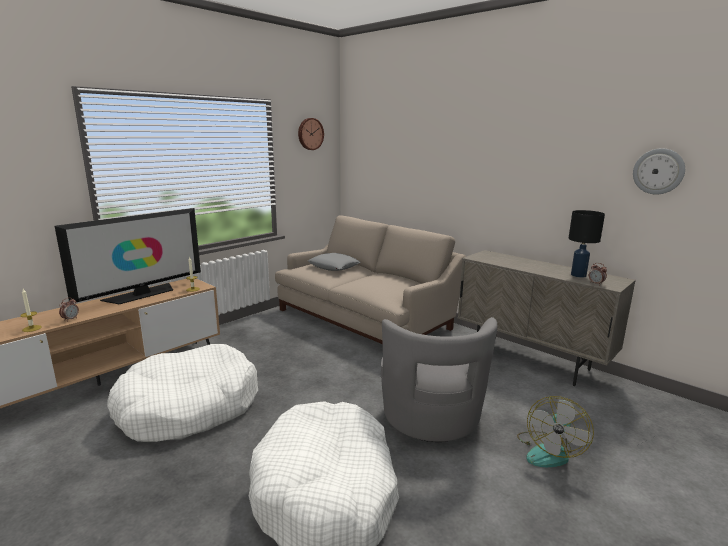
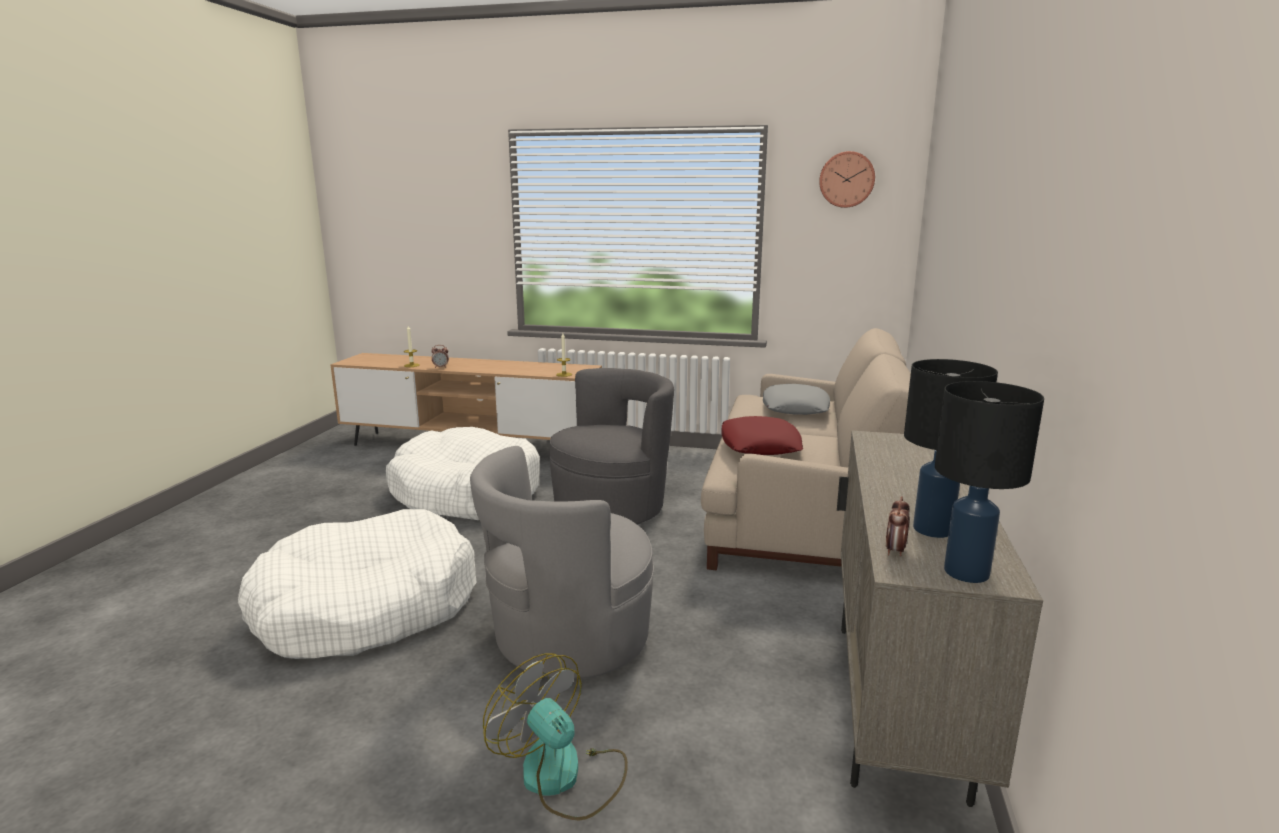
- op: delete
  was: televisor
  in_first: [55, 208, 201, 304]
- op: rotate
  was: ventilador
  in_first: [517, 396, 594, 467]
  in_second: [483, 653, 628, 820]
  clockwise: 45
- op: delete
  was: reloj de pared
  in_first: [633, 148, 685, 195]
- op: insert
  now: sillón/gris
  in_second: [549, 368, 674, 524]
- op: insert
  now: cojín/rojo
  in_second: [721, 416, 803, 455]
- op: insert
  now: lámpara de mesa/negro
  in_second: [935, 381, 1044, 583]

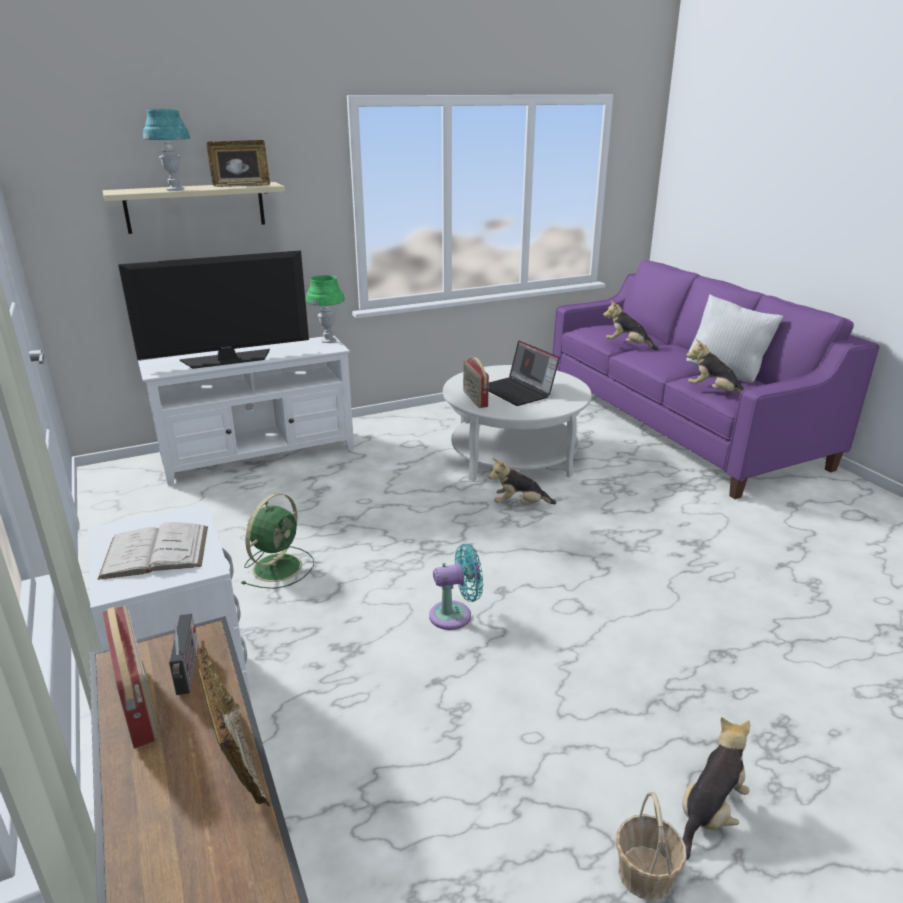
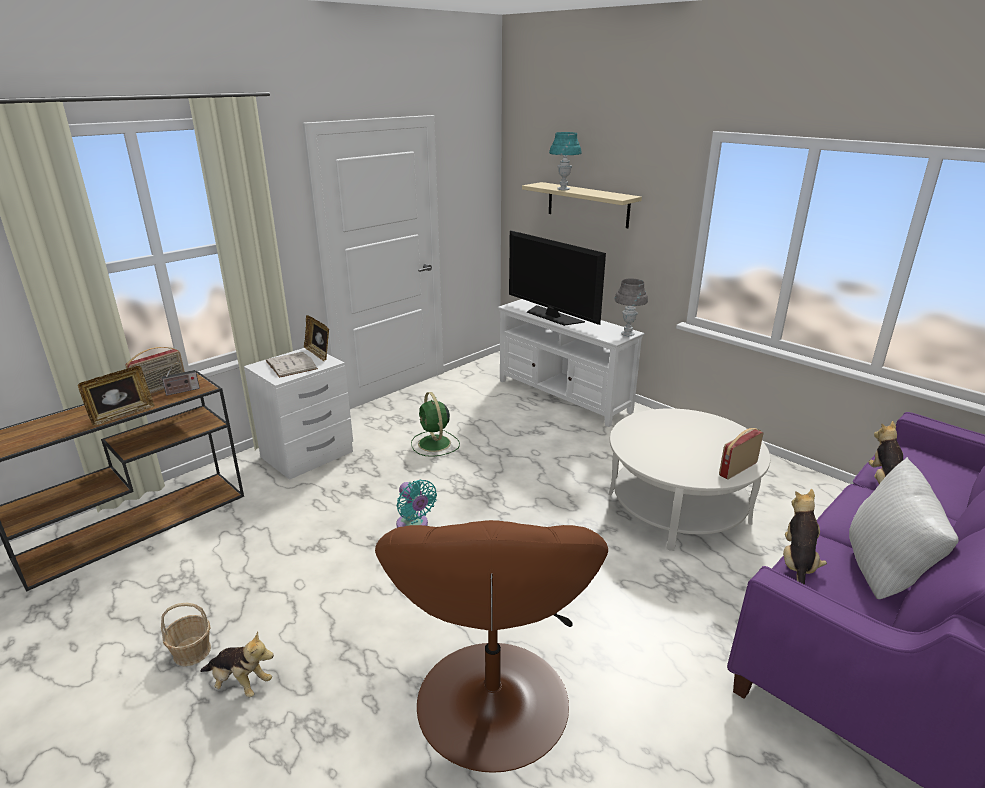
- op: move
  was: portarretratos
  in_first: [207, 140, 270, 187]
  in_second: [304, 315, 329, 361]
- op: rotate
  was: ventilador/verde
  in_first: [241, 493, 314, 589]
  in_second: [411, 392, 460, 457]
  clockwise: 60
- op: recolor
  was: lámpara de mesa/verde
  now: lámpara de mesa/gris
  in_first: [306, 275, 345, 343]
  in_second: [614, 279, 648, 336]
- op: move
  was: radio
  in_first: [463, 357, 489, 408]
  in_second: [719, 428, 763, 480]
- op: delete
  was: peluche
  in_first: [488, 458, 556, 504]
- op: delete
  was: portátil
  in_first: [489, 340, 560, 406]
- op: insert
  now: sillón/marrón
  in_second: [375, 520, 608, 773]

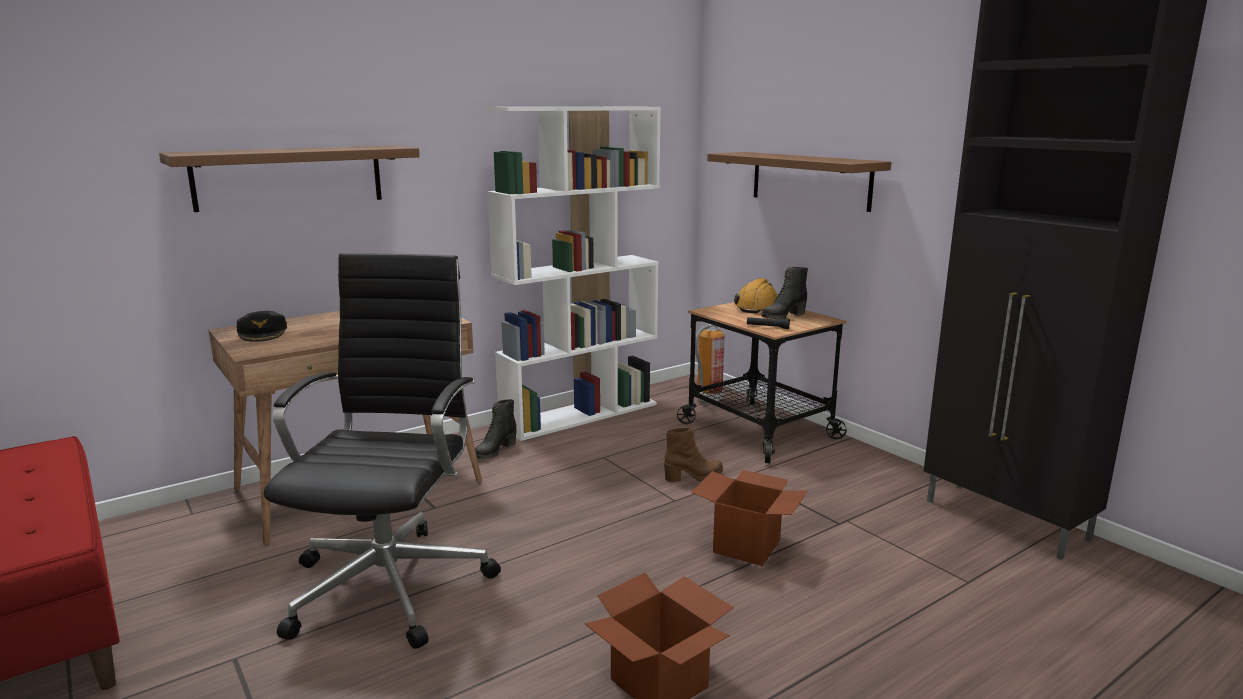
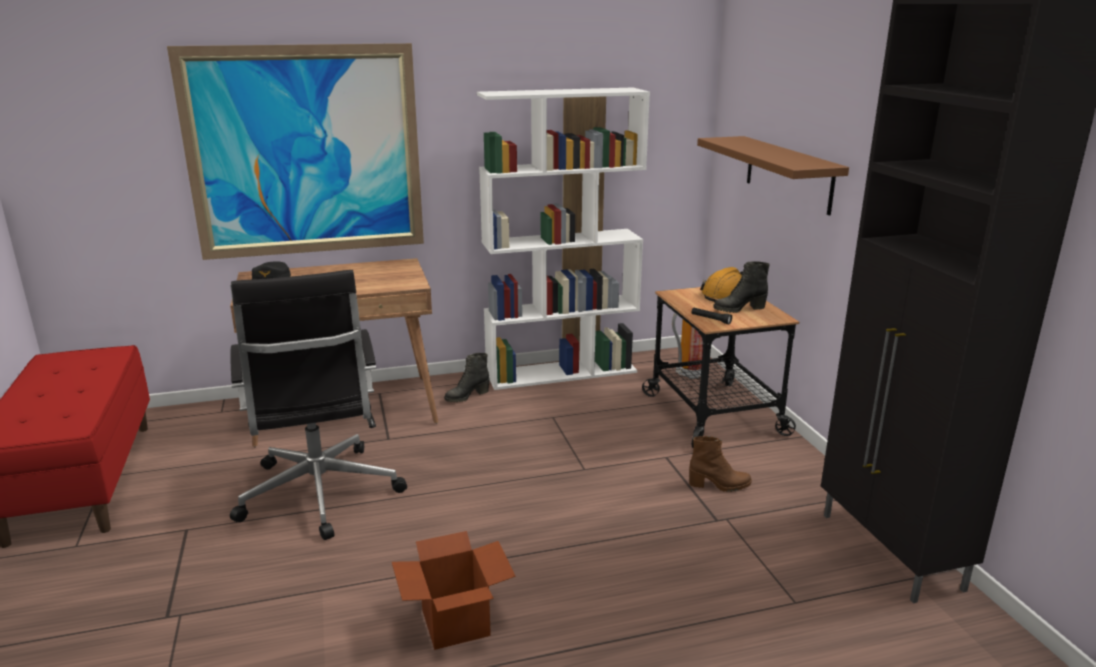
- op: replace
  was: estante/marrón
  now: cuadro
  in_first: [159, 146, 420, 212]
  in_second: [167, 43, 424, 260]
- op: rotate
  was: silla de oficina/negro
  in_first: [264, 253, 501, 649]
  in_second: [230, 270, 407, 540]
  clockwise: 135
- op: move
  was: bota/marrón
  in_first: [664, 427, 723, 482]
  in_second: [689, 436, 752, 492]
- op: delete
  was: caja de cartón
  in_first: [691, 470, 808, 566]

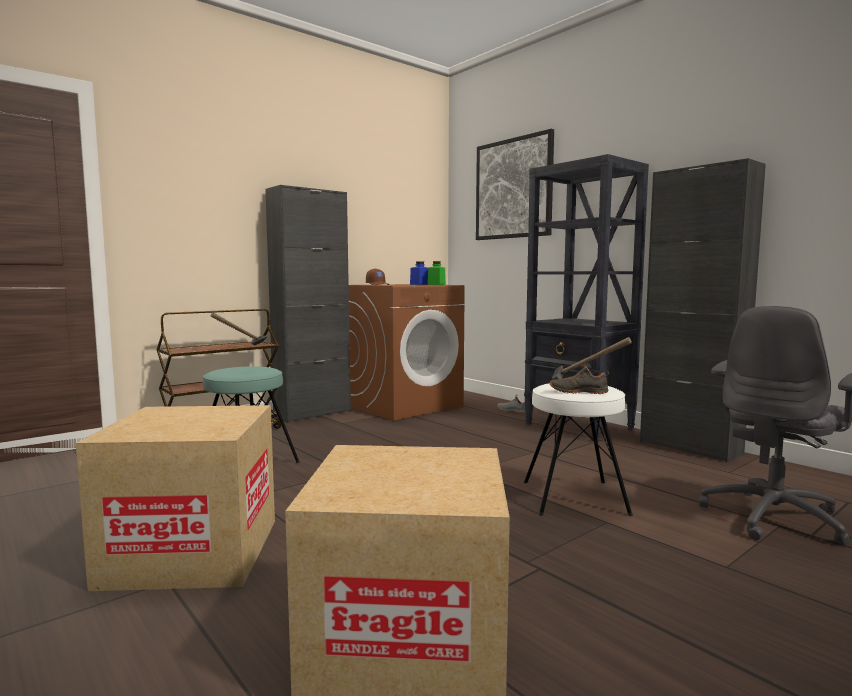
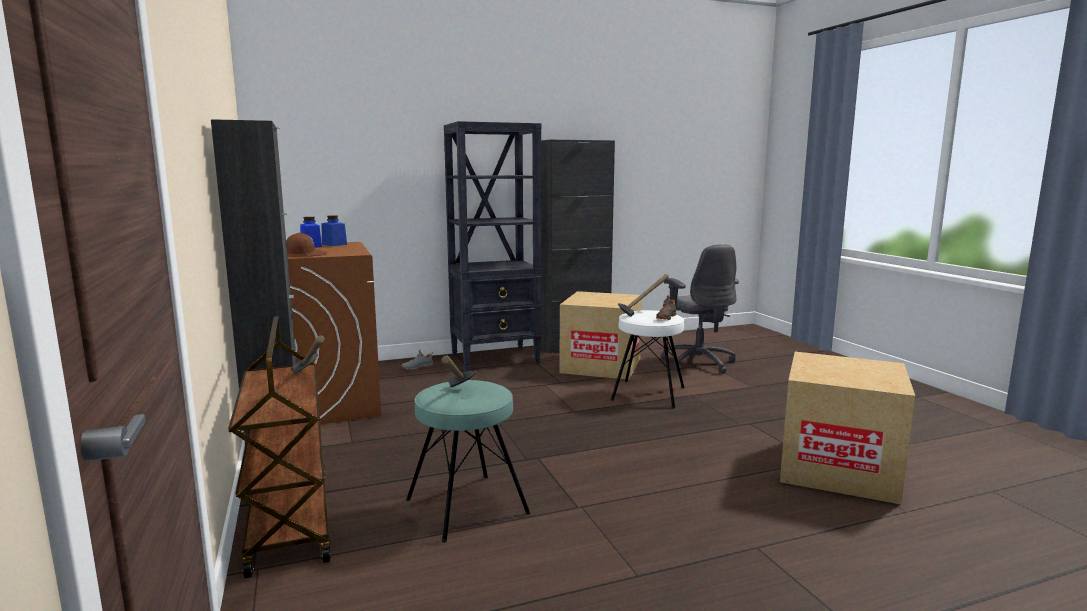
- op: move
  was: caja de cartón
  in_first: [76, 405, 275, 591]
  in_second: [559, 291, 642, 380]
- op: recolor
  was: tarro/verde
  now: tarro/azul
  in_first: [428, 261, 446, 285]
  in_second: [321, 215, 347, 246]
- op: delete
  was: cuadro
  in_first: [476, 129, 554, 240]
- op: insert
  now: martillo
  in_second: [441, 356, 477, 387]

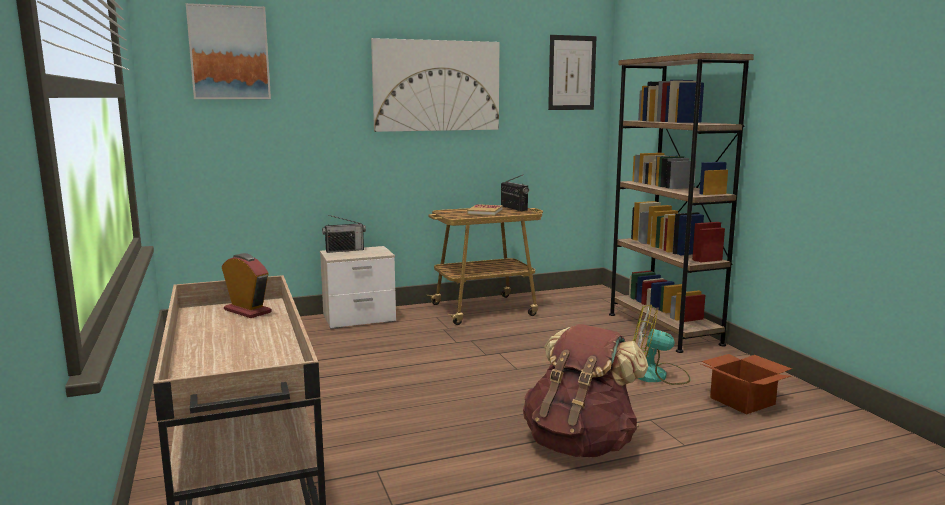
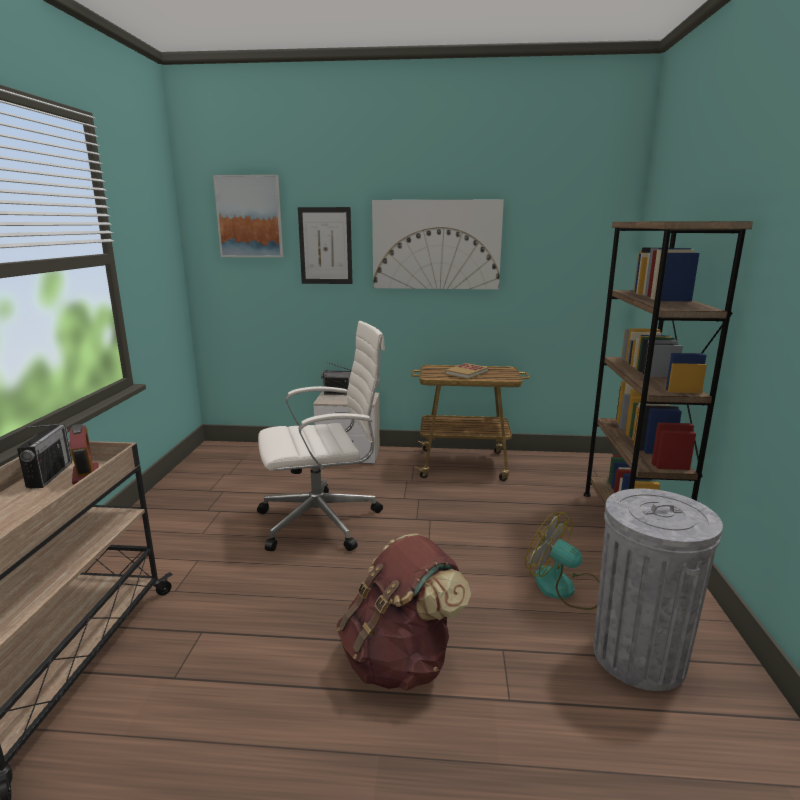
- op: move
  was: radio
  in_first: [501, 175, 529, 211]
  in_second: [17, 424, 72, 488]
- op: move
  was: cuadro
  in_first: [548, 35, 597, 110]
  in_second: [298, 207, 352, 284]
- op: replace
  was: caja de cartón
  now: papelera/gris
  in_first: [701, 354, 792, 415]
  in_second: [593, 488, 723, 691]
- op: insert
  now: silla de oficina/blanco
  in_second: [257, 321, 385, 551]

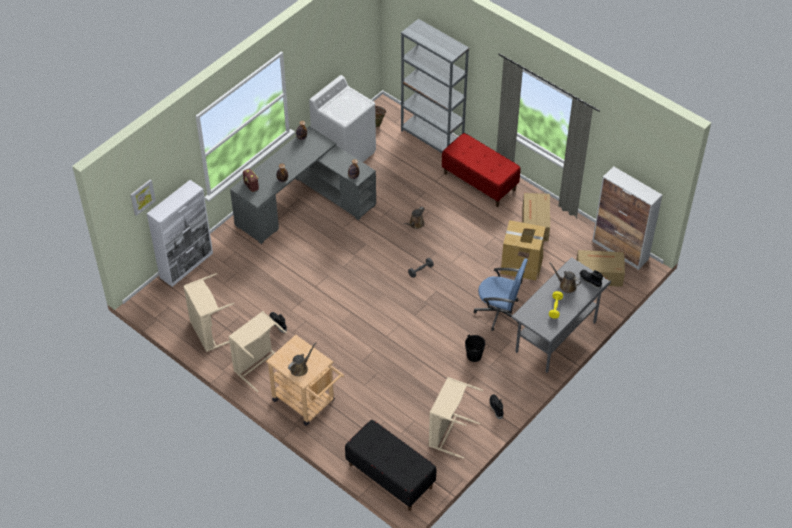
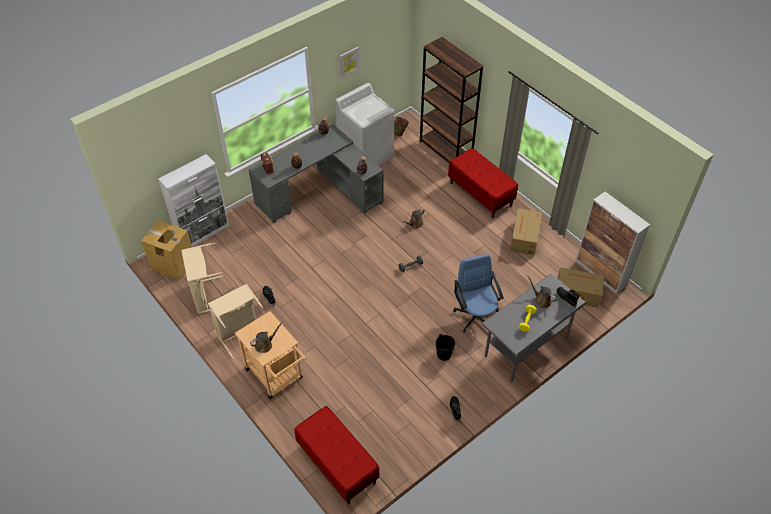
- op: move
  was: cuadro
  in_first: [130, 179, 156, 216]
  in_second: [340, 47, 359, 78]
- op: recolor
  was: banco/negro
  now: banco/rojo
  in_first: [345, 420, 437, 511]
  in_second: [294, 406, 379, 504]
- op: recolor
  was: estantería/gris
  now: estantería/marrón
  in_first: [401, 19, 469, 153]
  in_second: [420, 37, 484, 163]
- op: delete
  was: cesto de la ropa/beis
  in_first: [429, 377, 483, 459]
- op: rotate
  was: silla de oficina/azul
  in_first: [474, 258, 528, 331]
  in_second: [453, 254, 504, 333]
  clockwise: -135
- op: move
  was: caja de cartón
  in_first: [500, 220, 545, 280]
  in_second: [141, 220, 192, 280]

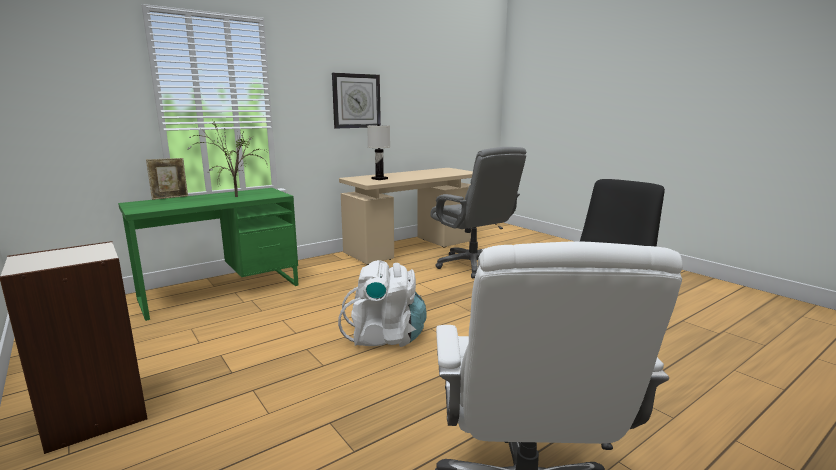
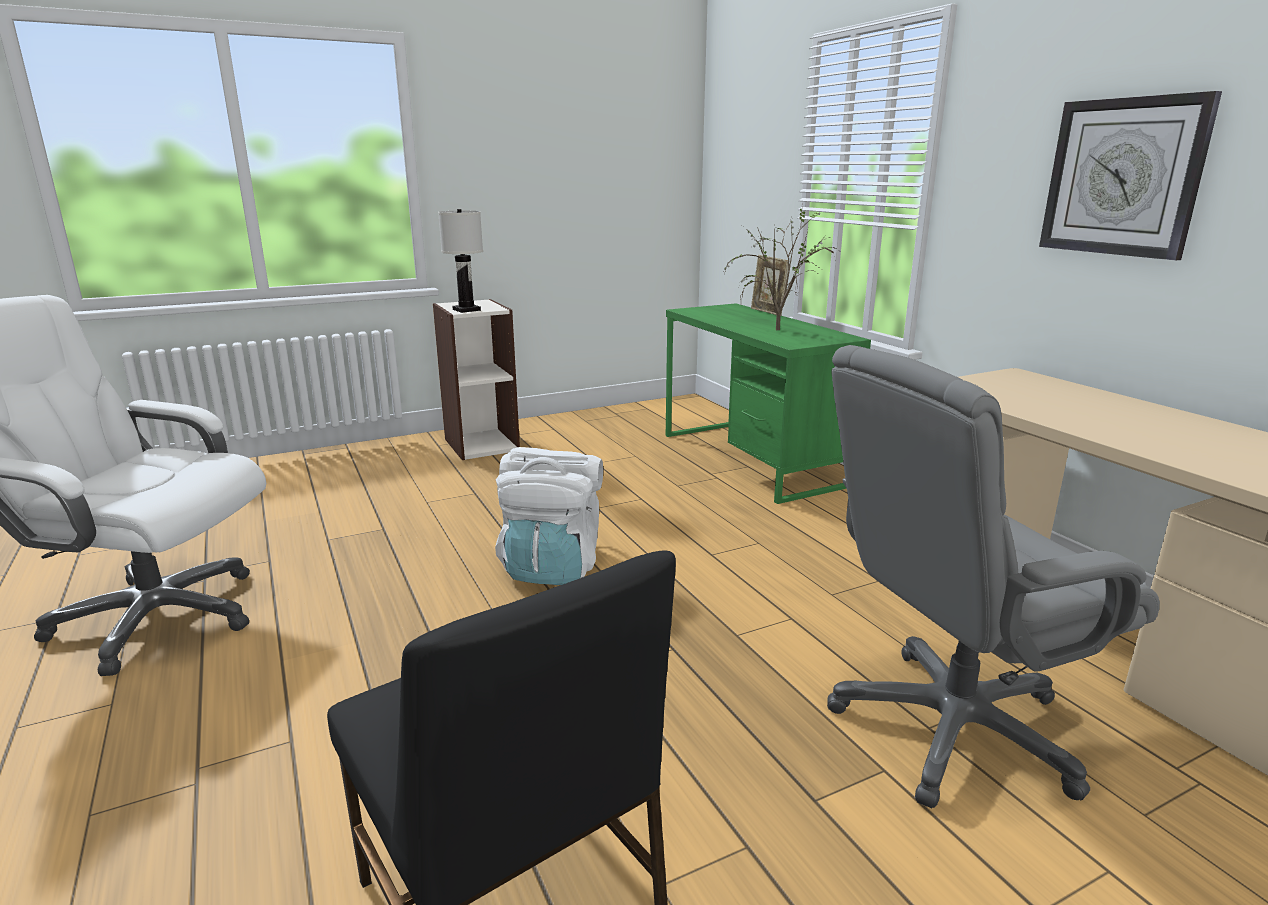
- op: move
  was: lámpara de mesa/blanco
  in_first: [367, 124, 390, 180]
  in_second: [438, 209, 483, 313]

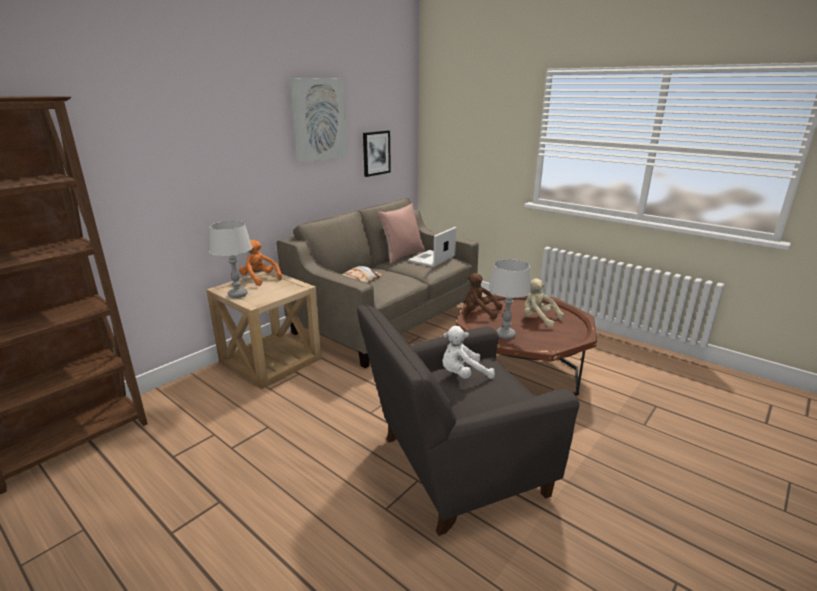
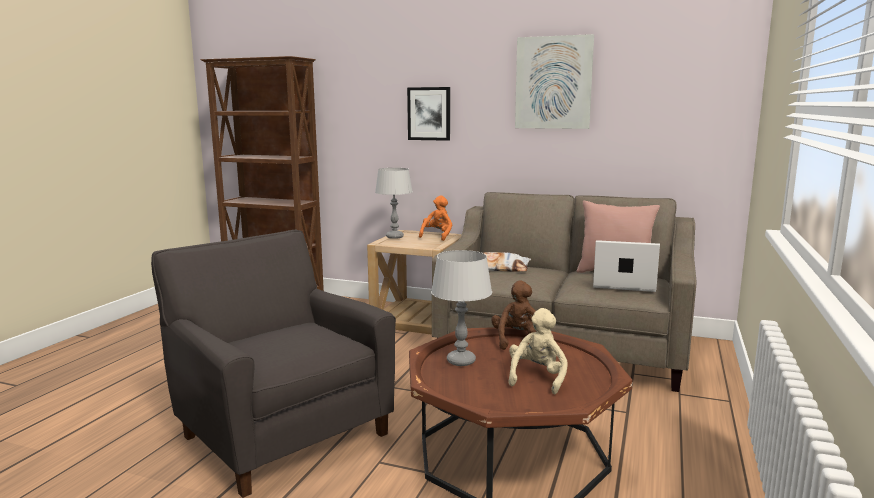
- op: move
  was: cuadro
  in_first: [363, 130, 391, 177]
  in_second: [407, 87, 450, 141]
- op: delete
  was: peluche/blanco
  in_first: [442, 326, 495, 379]

